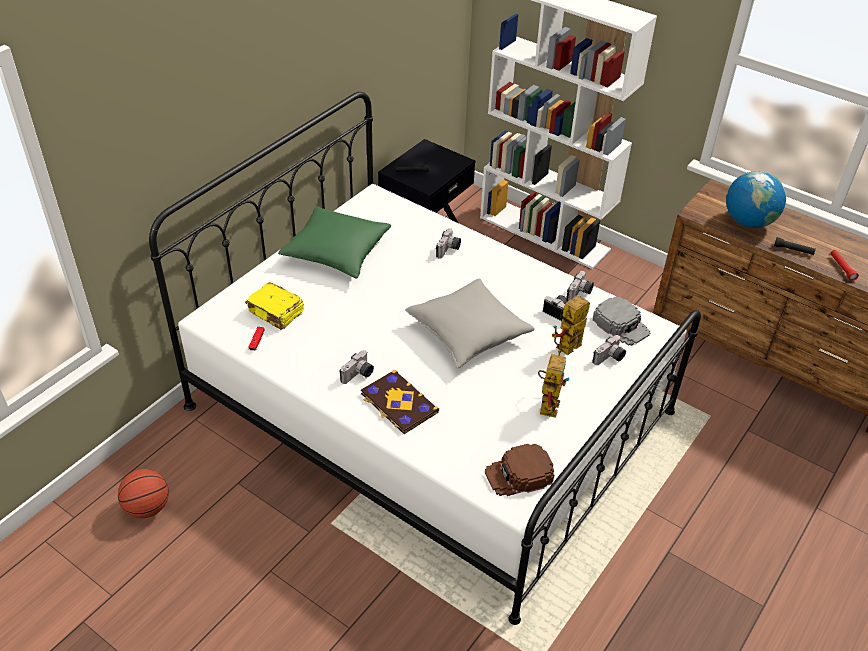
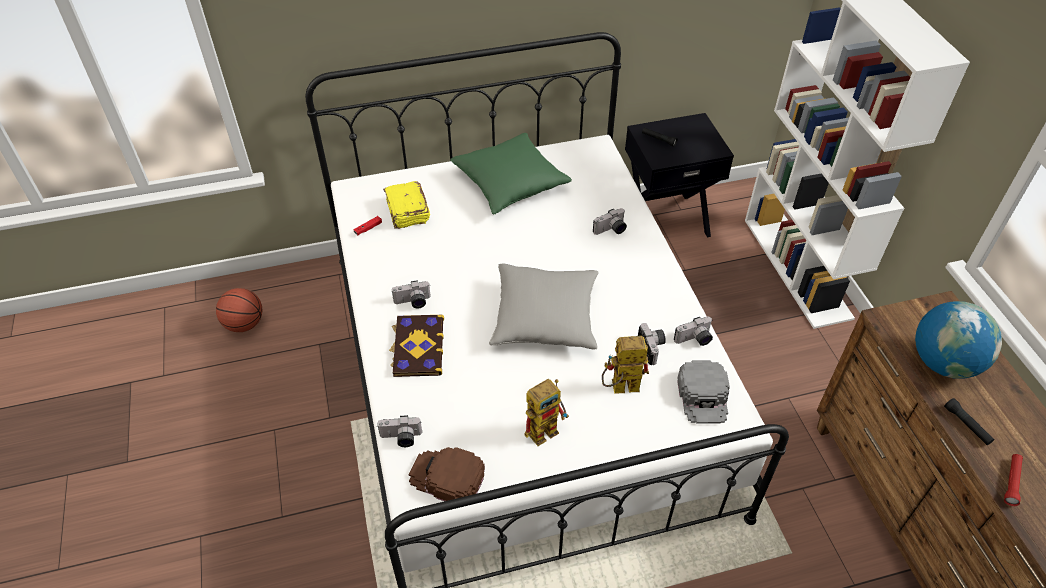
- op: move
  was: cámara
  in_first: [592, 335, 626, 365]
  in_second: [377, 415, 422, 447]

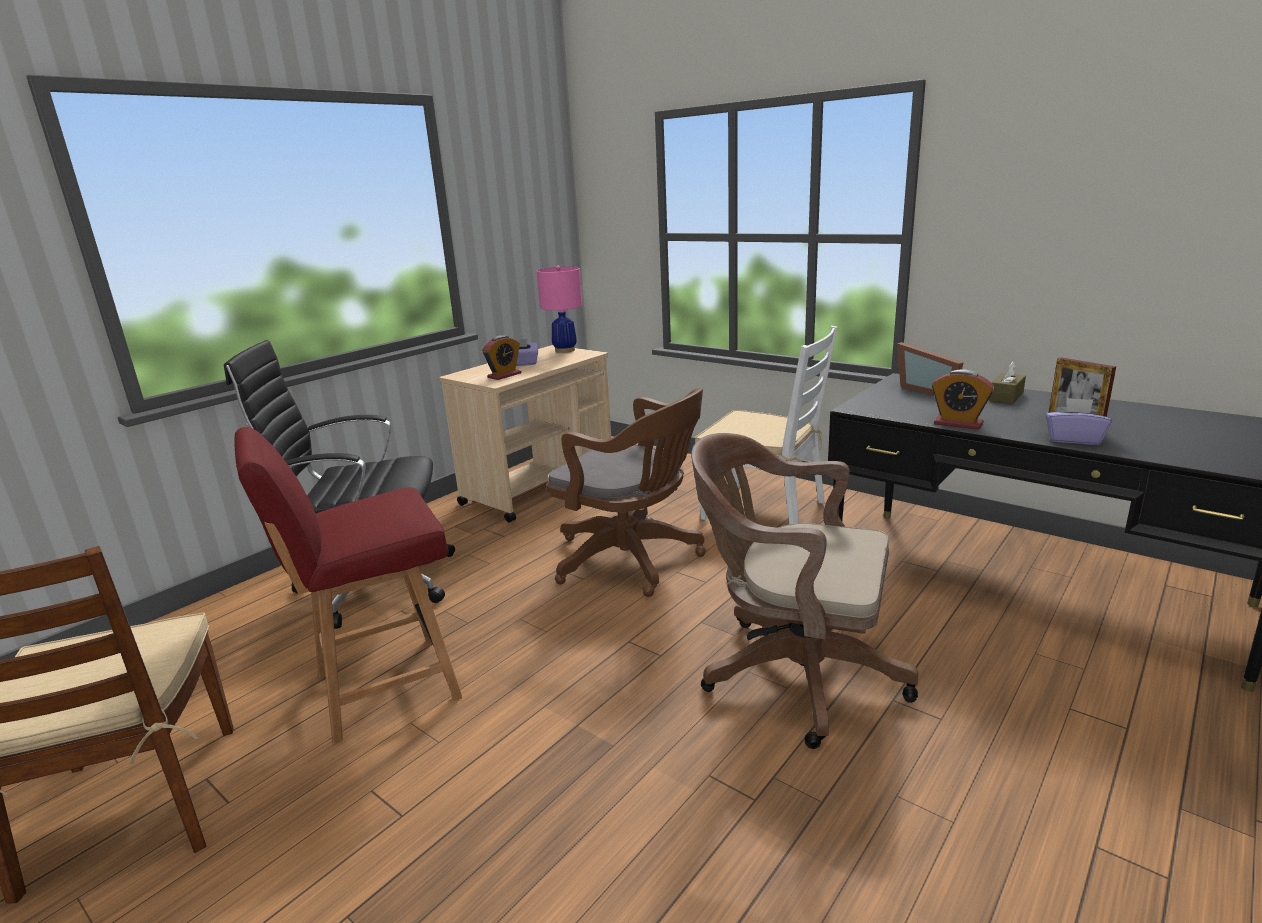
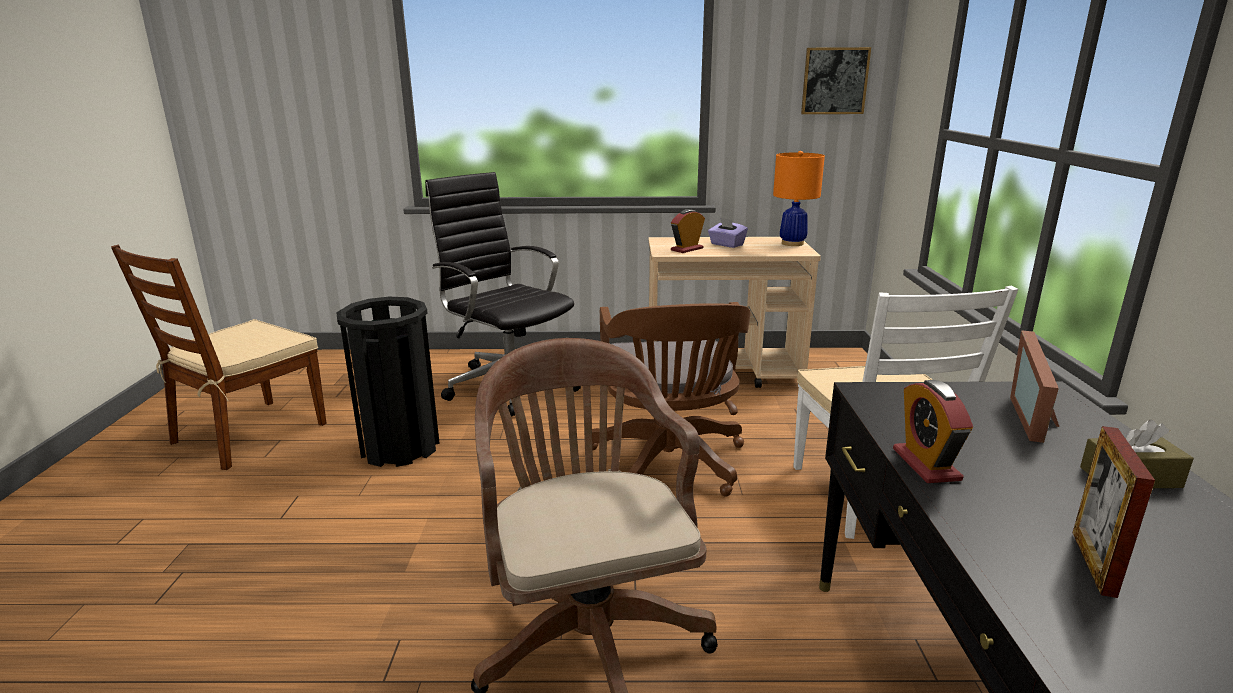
- op: replace
  was: silla/rojo
  now: papelera/negro
  in_first: [234, 427, 462, 744]
  in_second: [336, 297, 440, 467]
- op: rotate
  was: despertador
  in_first: [482, 335, 522, 380]
  in_second: [671, 209, 705, 253]
  clockwise: 135
- op: recolor
  was: lámpara de mesa/rosa
  now: lámpara de mesa/naranja
  in_first: [537, 266, 582, 353]
  in_second: [773, 151, 825, 246]
- op: delete
  was: caja de pañuelos/morado
  in_first: [1046, 398, 1112, 445]
- op: insert
  now: cuadro
  in_second: [801, 47, 871, 114]

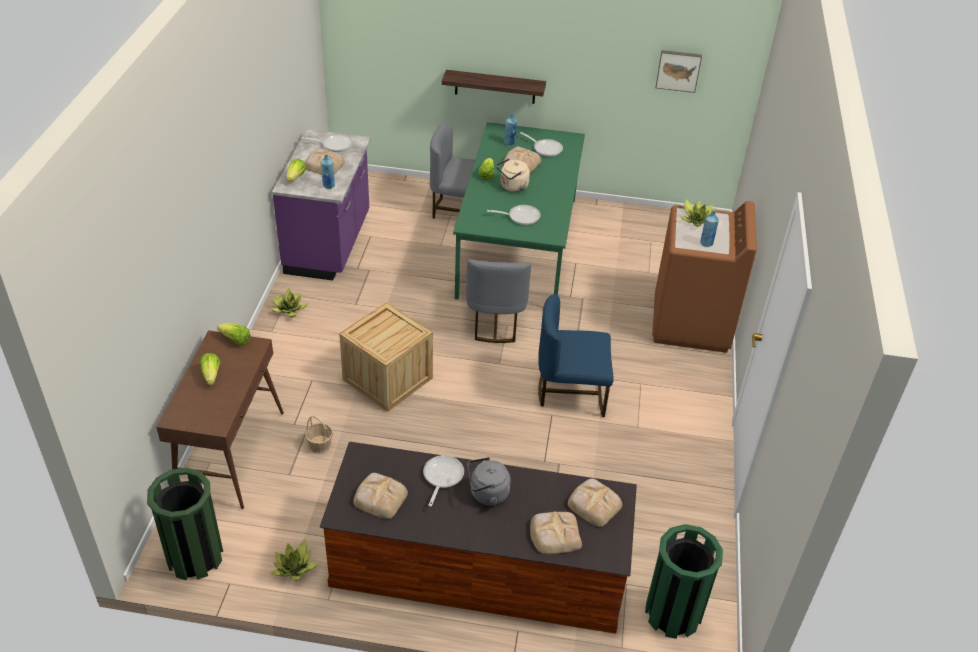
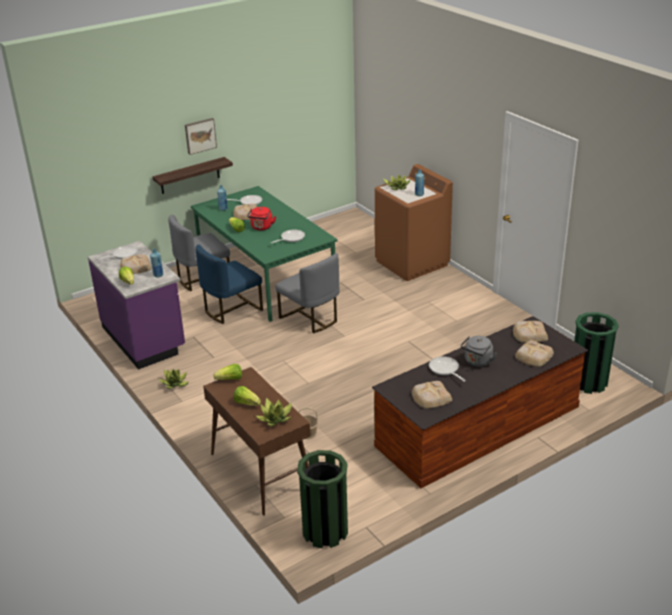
- op: move
  was: planta en maceta
  in_first: [270, 538, 319, 581]
  in_second: [256, 398, 292, 426]
- op: delete
  was: caja de embalaje
  in_first: [339, 302, 433, 412]
- op: recolor
  was: hervidor/beis
  now: hervidor/rojo
  in_first: [496, 158, 530, 192]
  in_second: [247, 207, 276, 230]
- op: move
  was: silla/azul
  in_first: [538, 294, 614, 417]
  in_second: [195, 245, 263, 324]
- op: move
  was: cuadro
  in_first: [656, 50, 702, 93]
  in_second: [185, 118, 217, 155]

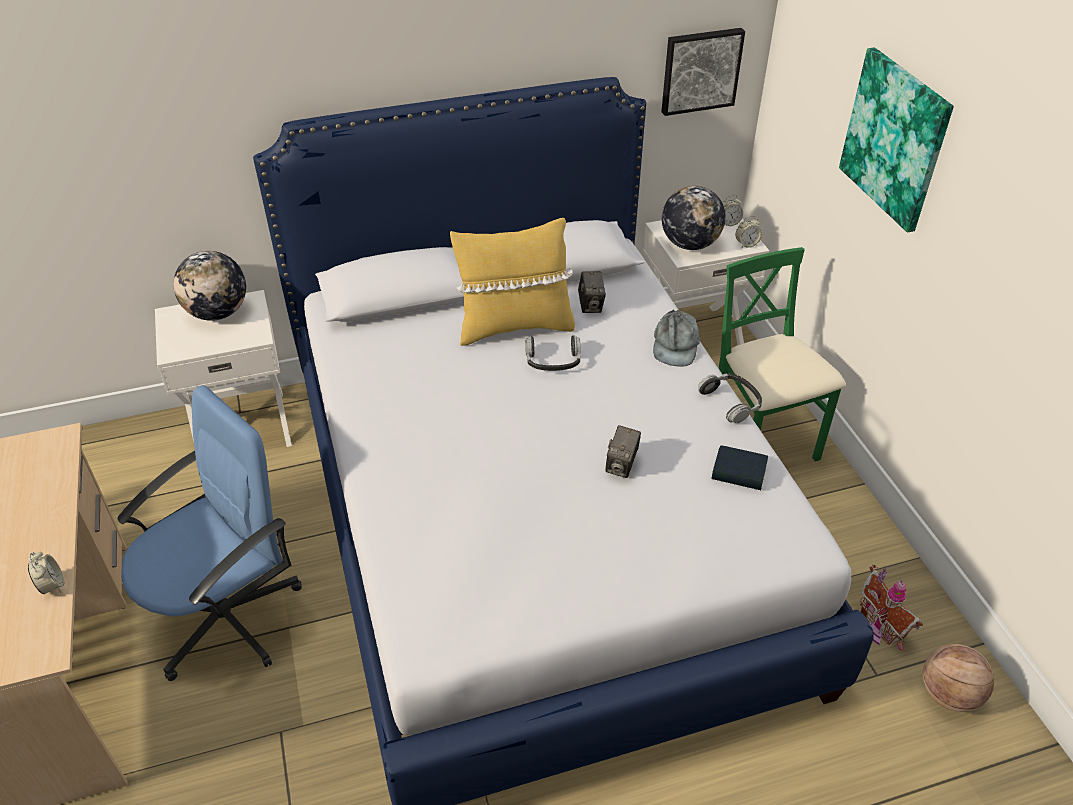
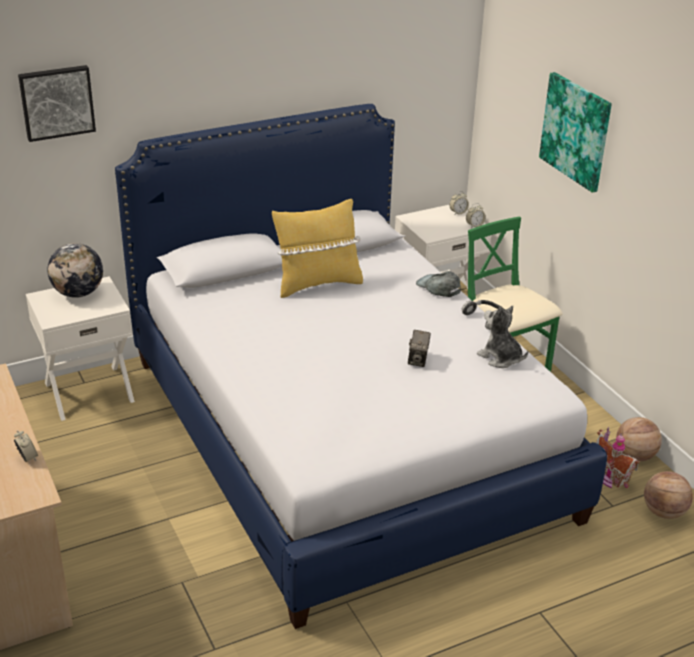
- op: delete
  was: silla de oficina/azul
  in_first: [118, 385, 302, 681]
- op: delete
  was: auriculares
  in_first: [525, 335, 581, 371]
- op: delete
  was: cámara
  in_first: [578, 271, 606, 313]
- op: rotate
  was: gorra/gris
  in_first: [653, 309, 700, 367]
  in_second: [416, 271, 461, 297]
  clockwise: 135
- op: move
  was: cuadro
  in_first: [661, 28, 745, 116]
  in_second: [18, 65, 96, 142]
- op: delete
  was: globo terráqueo
  in_first: [662, 186, 726, 250]
- op: replace
  was: libro
  now: peluche
  in_first: [712, 445, 768, 490]
  in_second: [477, 306, 528, 368]
- op: insert
  now: balón de baloncesto
  in_second: [616, 417, 662, 461]

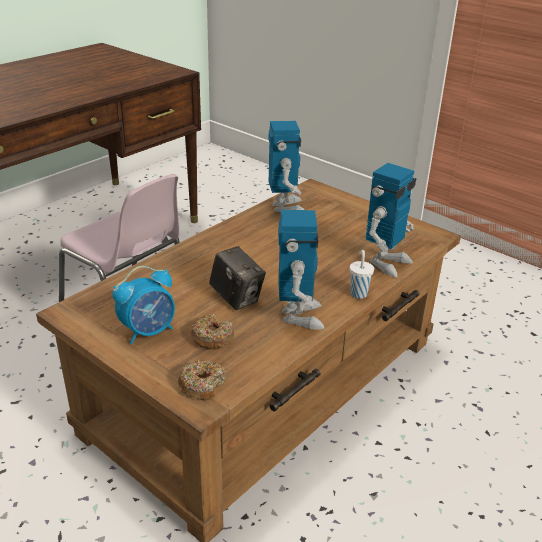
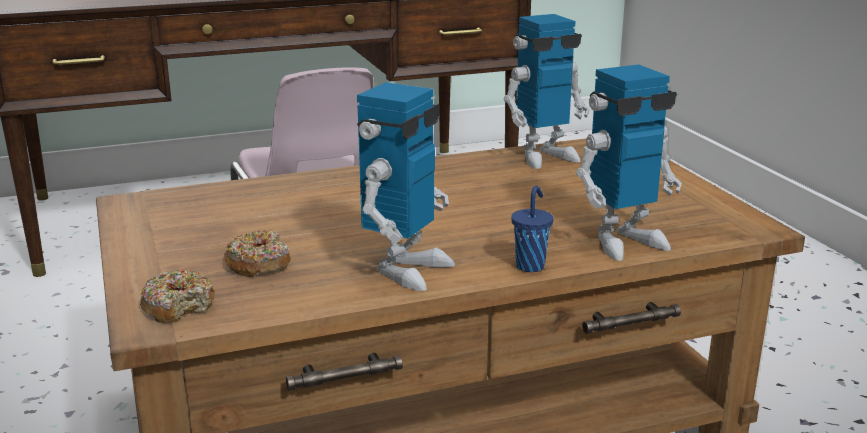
- op: delete
  was: despertador
  in_first: [112, 266, 175, 345]
- op: delete
  was: cámara
  in_first: [209, 246, 266, 310]
- op: rotate
  was: robot de juguete
  in_first: [269, 121, 304, 212]
  in_second: [504, 14, 589, 169]
  clockwise: 45
- op: recolor
  was: taza/blanco
  now: taza/azul
  in_first: [350, 250, 374, 299]
  in_second: [511, 186, 554, 272]

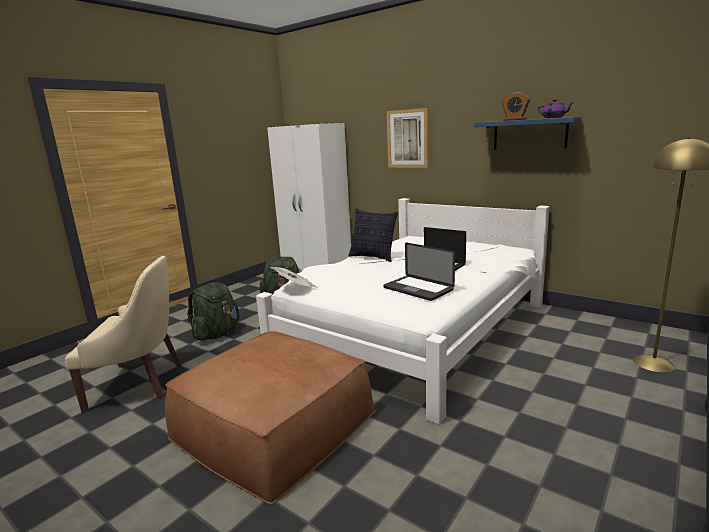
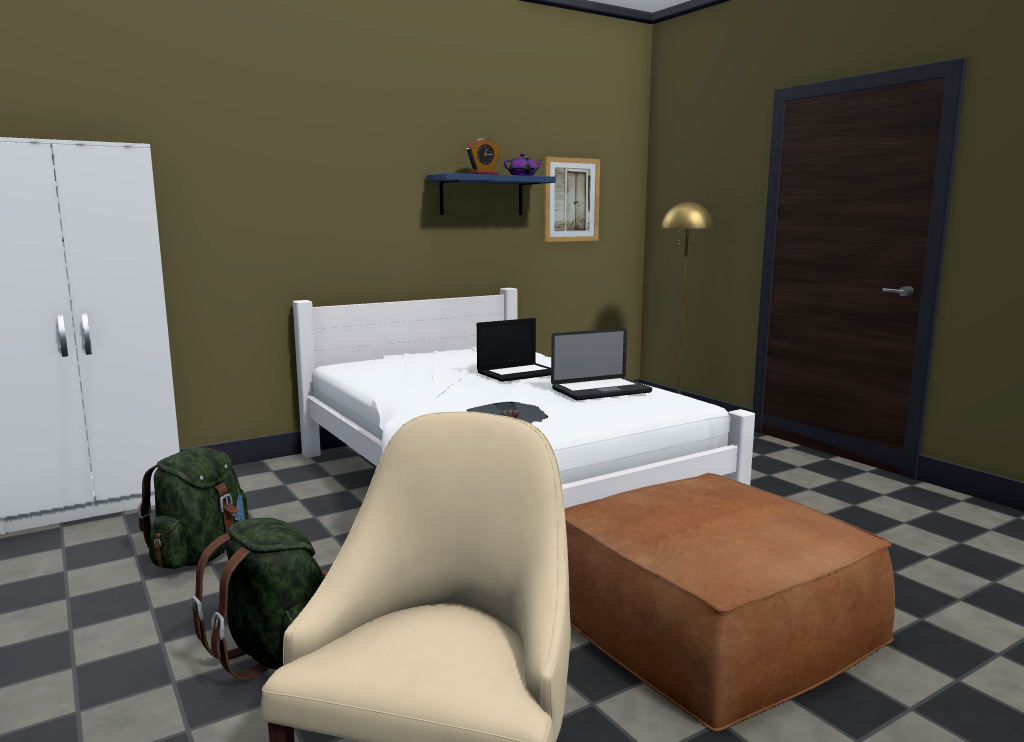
- op: delete
  was: cojín
  in_first: [349, 208, 398, 262]
- op: move
  was: cuadro
  in_first: [387, 108, 428, 168]
  in_second: [544, 157, 600, 242]

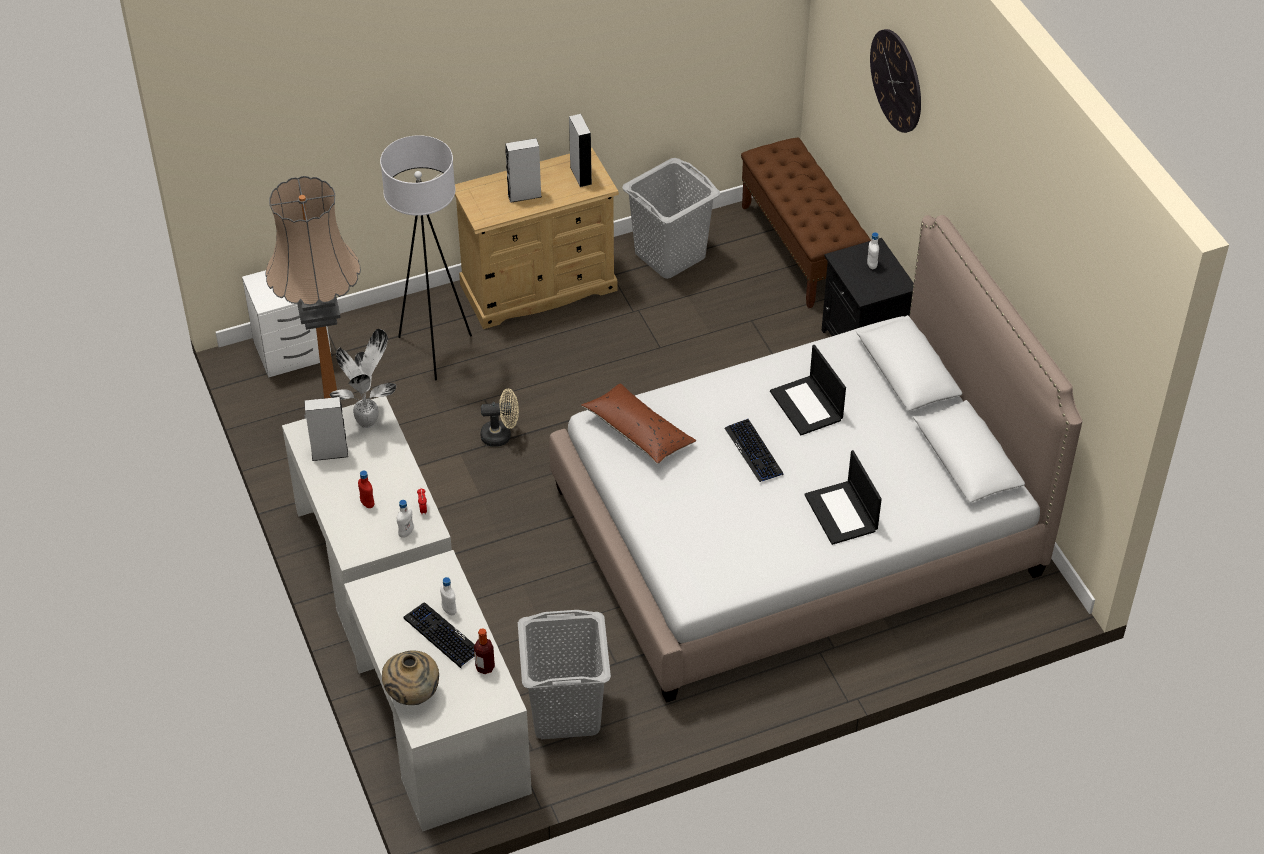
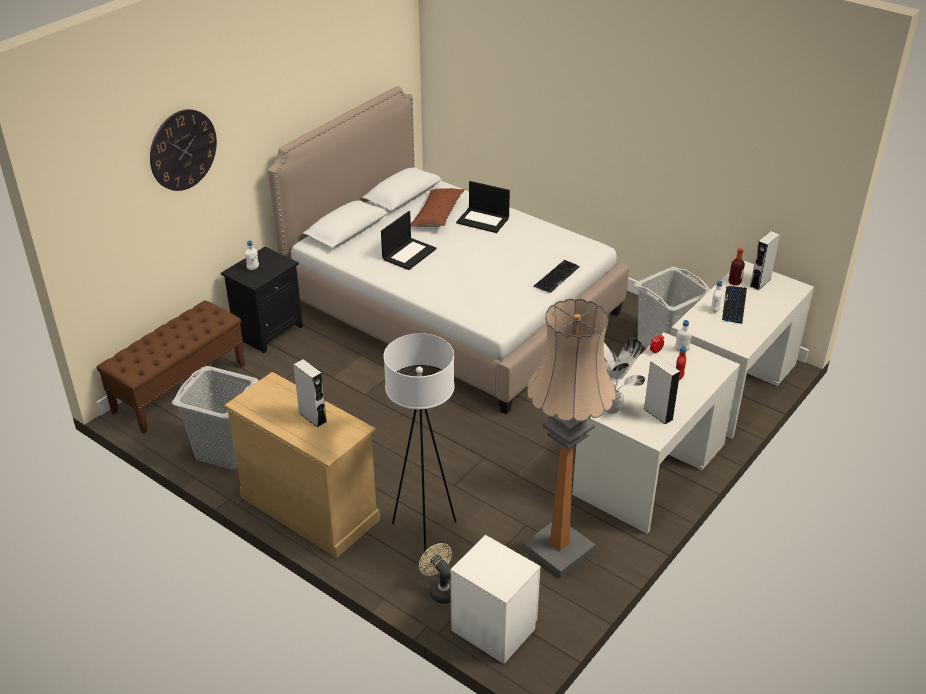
- op: delete
  was: florero/beis
  in_first: [382, 650, 439, 705]
- op: move
  was: ventilador/beis
  in_first: [480, 389, 519, 447]
  in_second: [419, 543, 452, 604]
- op: move
  was: altavoz/gris
  in_first: [569, 114, 592, 187]
  in_second: [750, 231, 780, 290]
- op: move
  was: cojín/marrón
  in_first: [581, 383, 696, 464]
  in_second: [411, 188, 465, 227]
- op: move
  was: teclado
  in_first: [725, 419, 783, 482]
  in_second: [534, 260, 579, 293]
- op: rotate
  was: portátil
  in_first: [805, 450, 882, 545]
  in_second: [456, 181, 510, 233]
  clockwise: 75

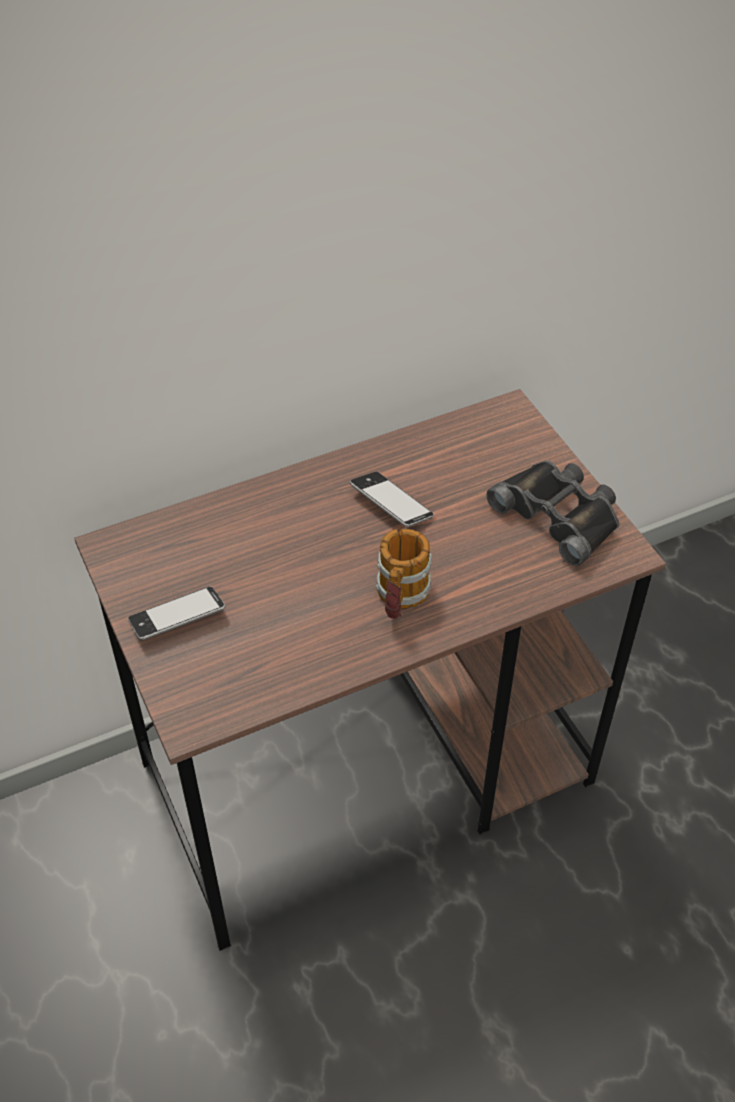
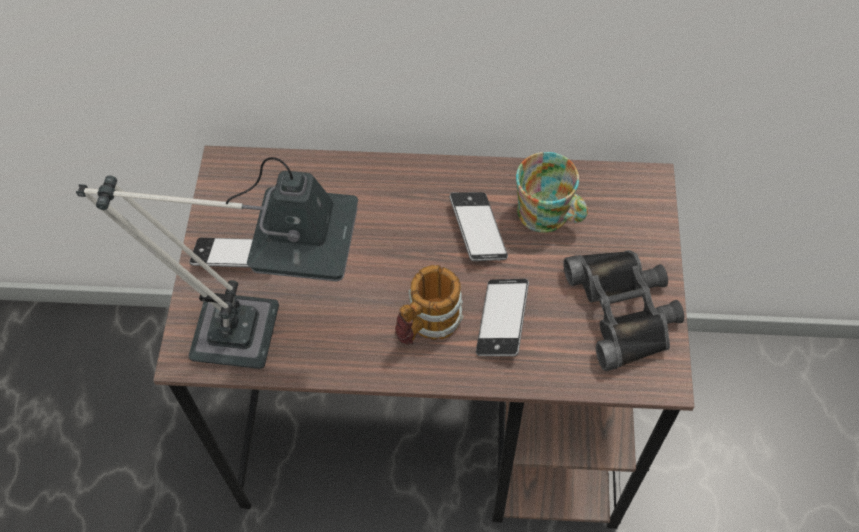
- op: insert
  now: lámpara de mesa
  in_second: [76, 157, 358, 369]
- op: insert
  now: móvil
  in_second: [476, 279, 529, 356]
- op: insert
  now: taza grande
  in_second: [516, 152, 588, 233]

